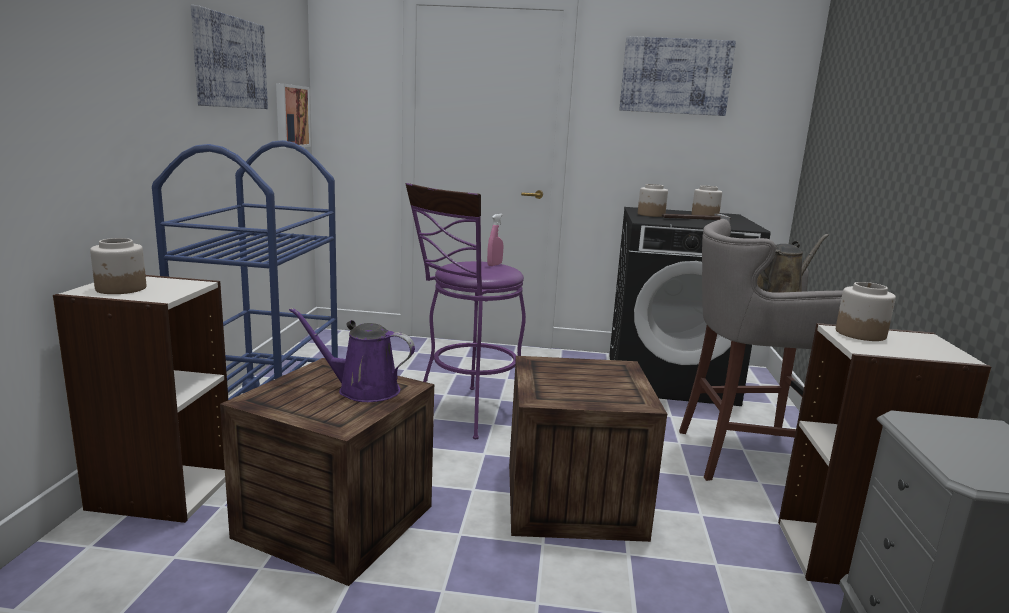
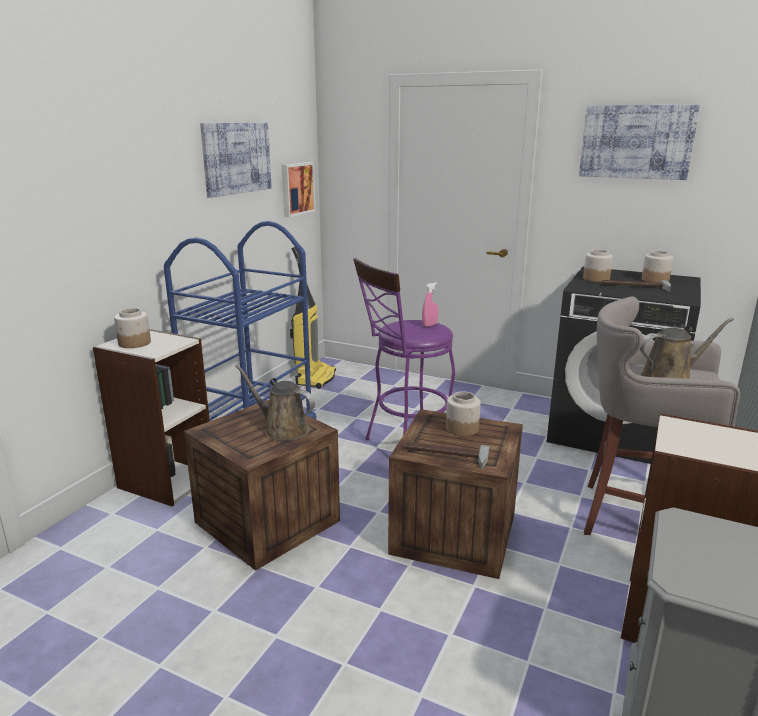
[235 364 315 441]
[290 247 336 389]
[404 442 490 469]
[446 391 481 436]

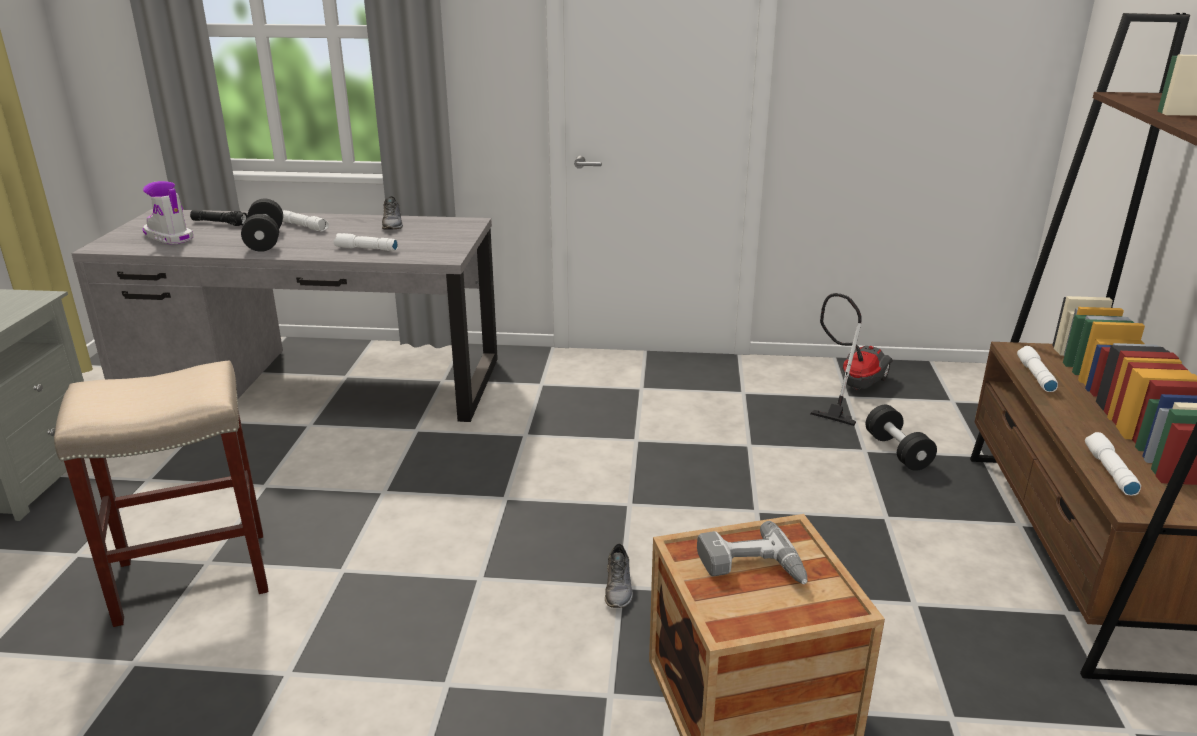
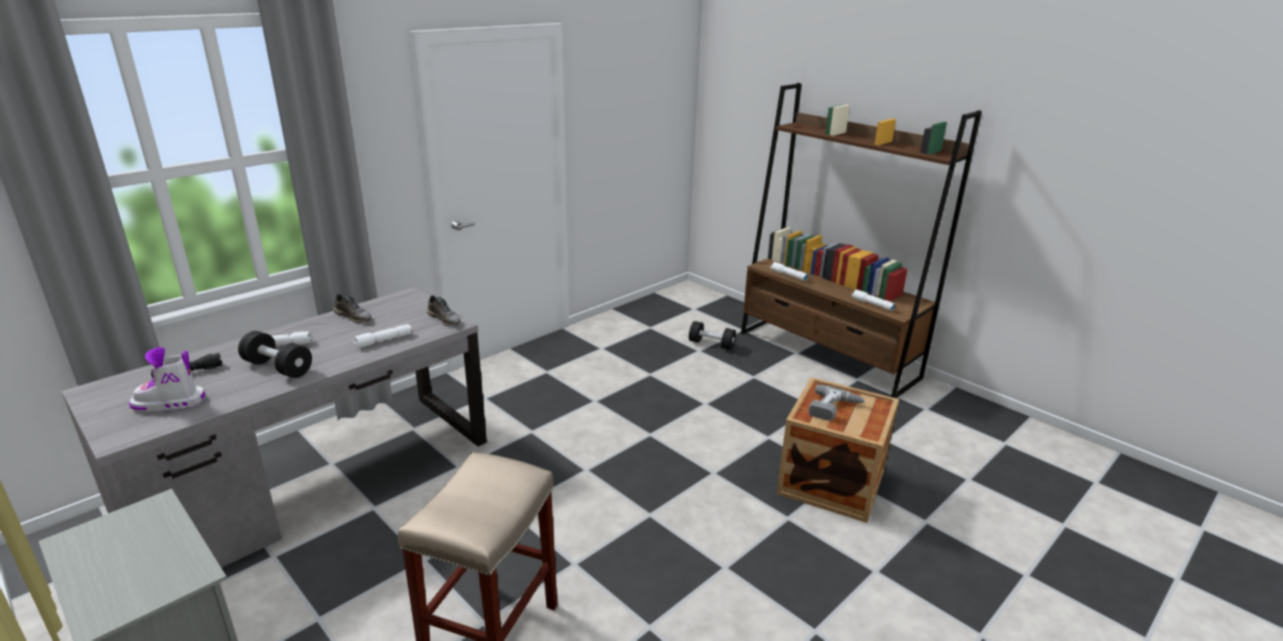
[427 295 461 326]
[810 293 893 426] (first image)

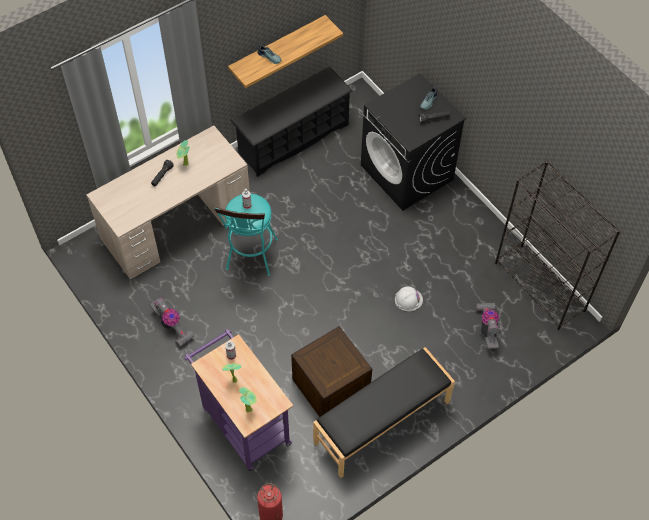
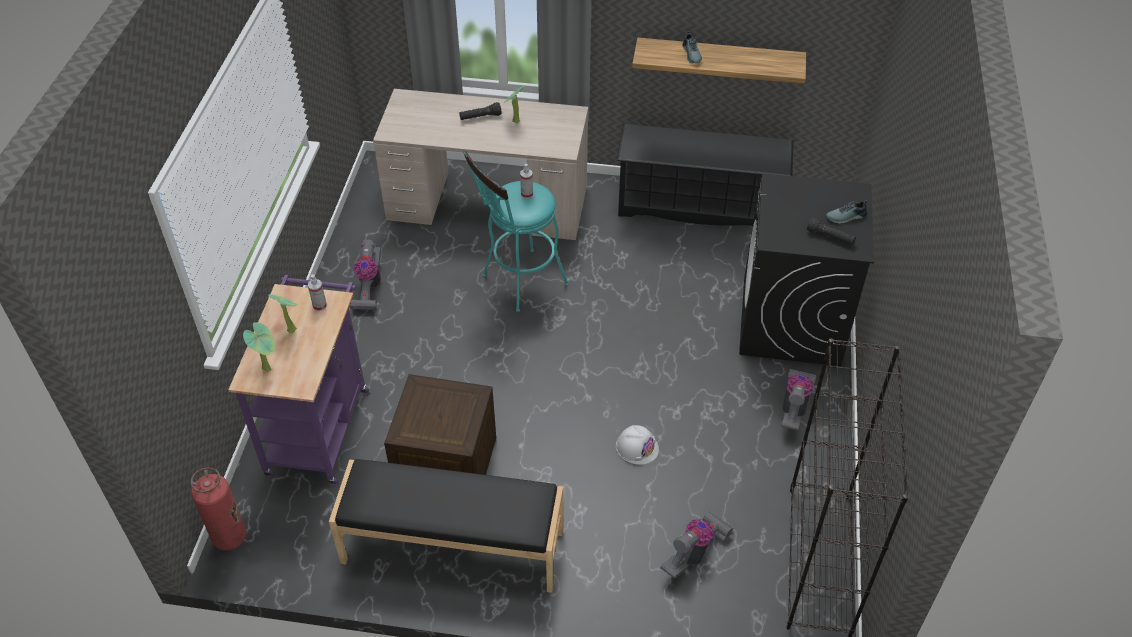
[781 369 817 431]

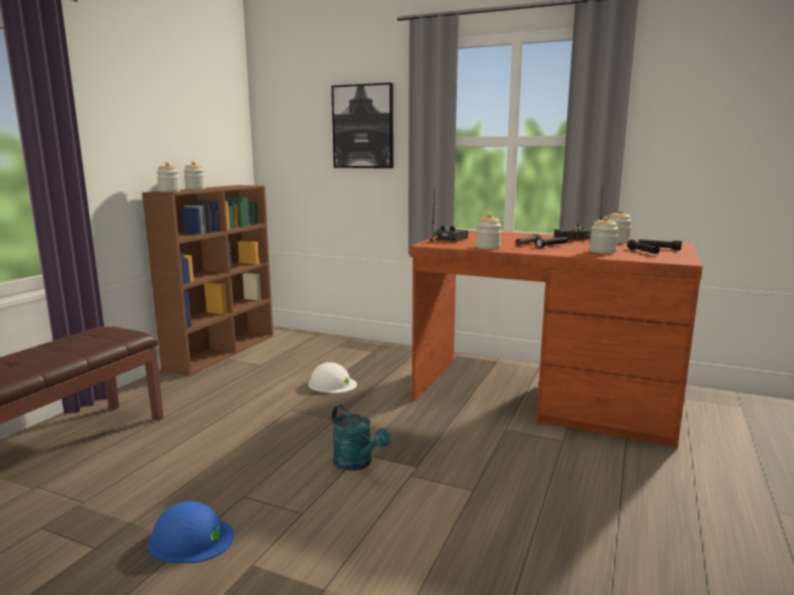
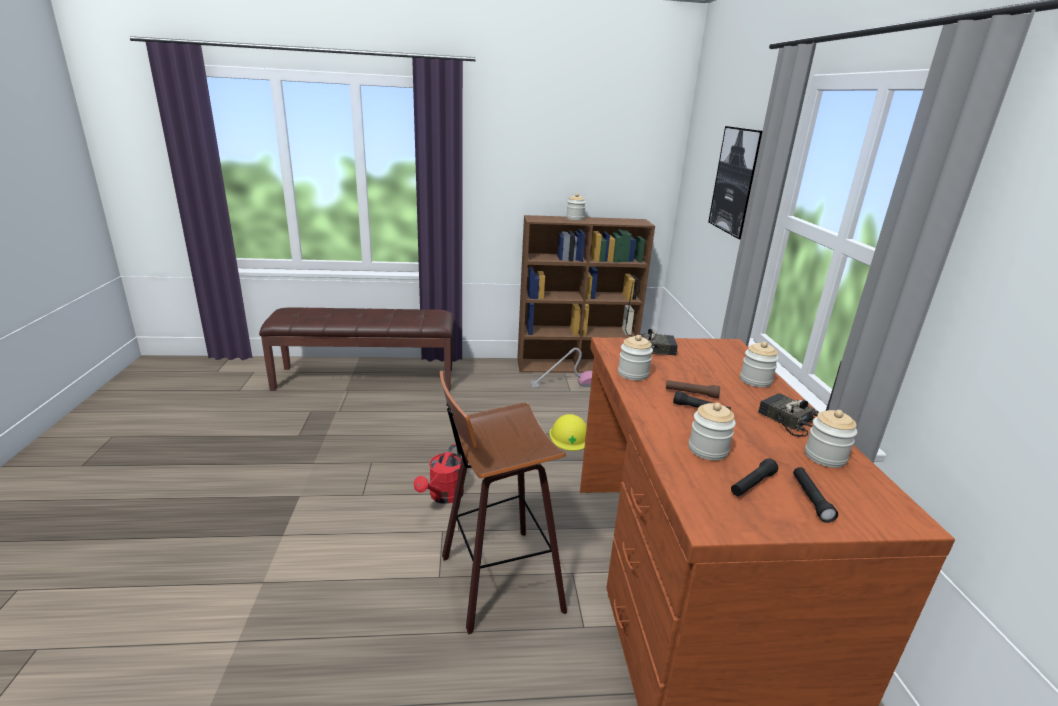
[414 444 464 504]
[440 371 567 634]
[531 348 592 388]
[550 414 587 451]
[740 342 779 387]
[148 501 234 563] (first image)

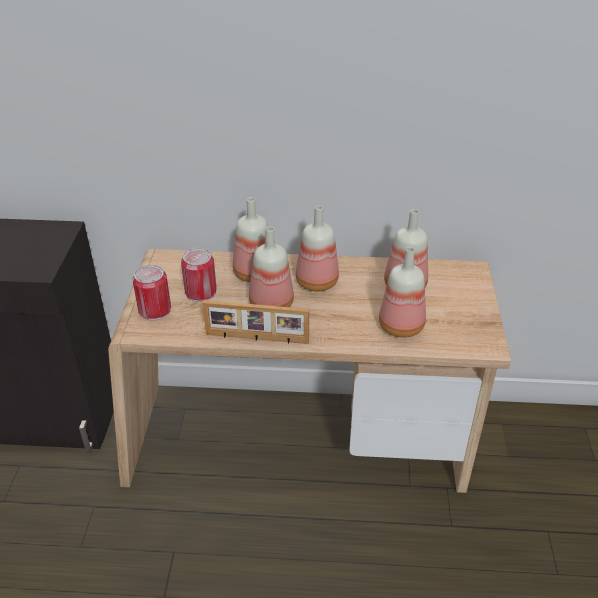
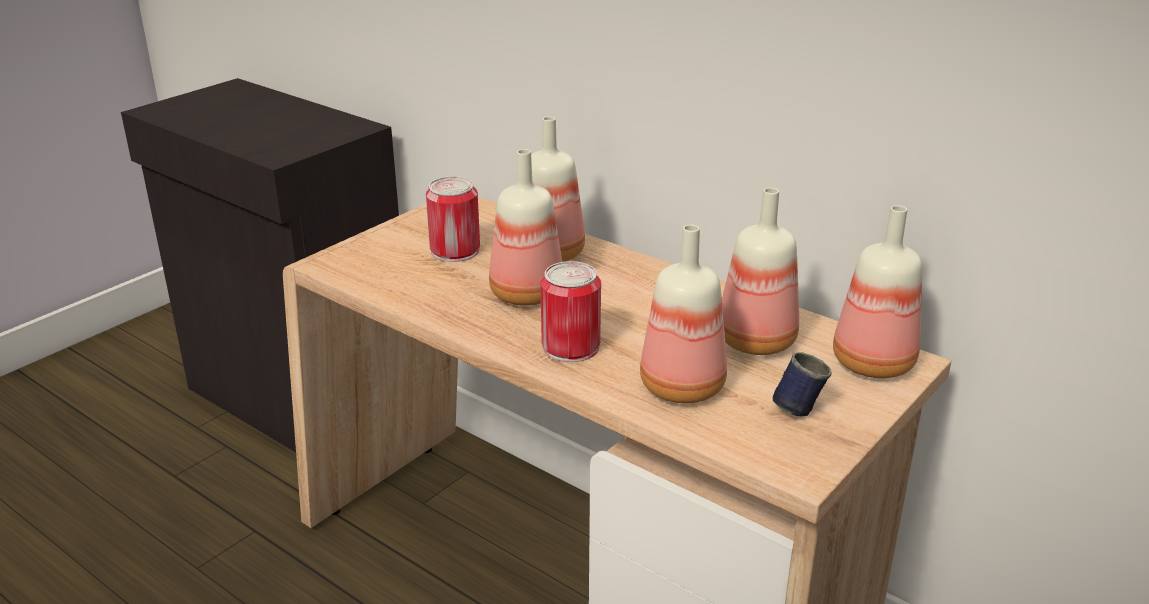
[541 261 601 362]
[773 352 832 417]
[833 205 922 378]
[202 300 309 344] (first image)

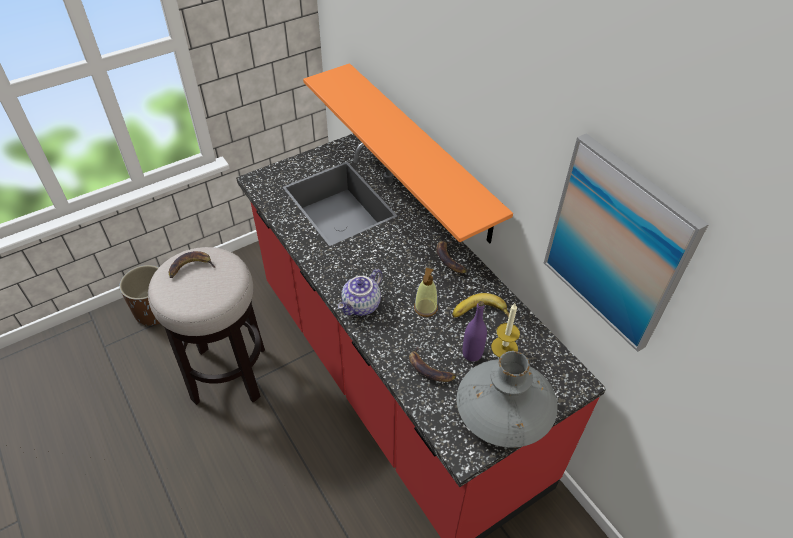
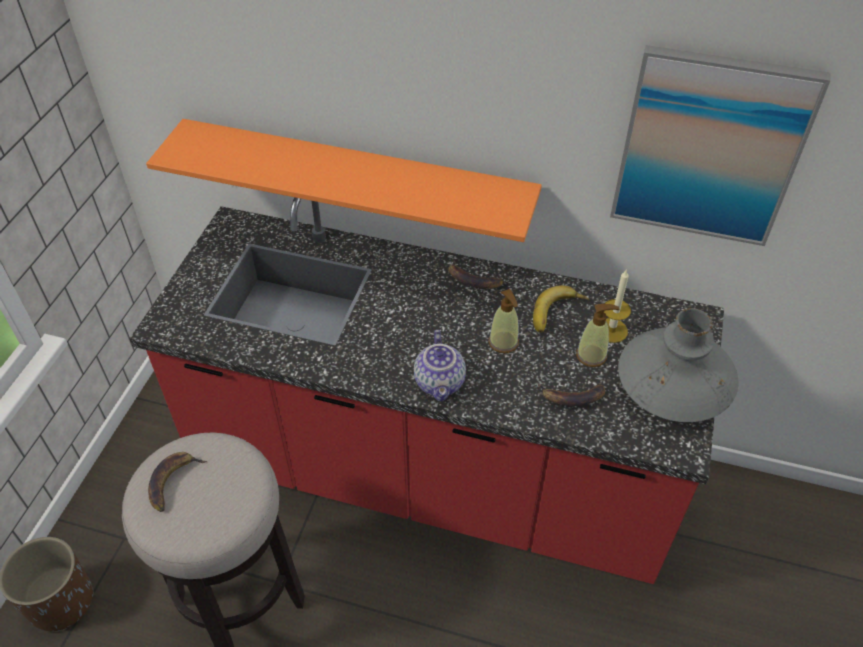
[576 304 619 367]

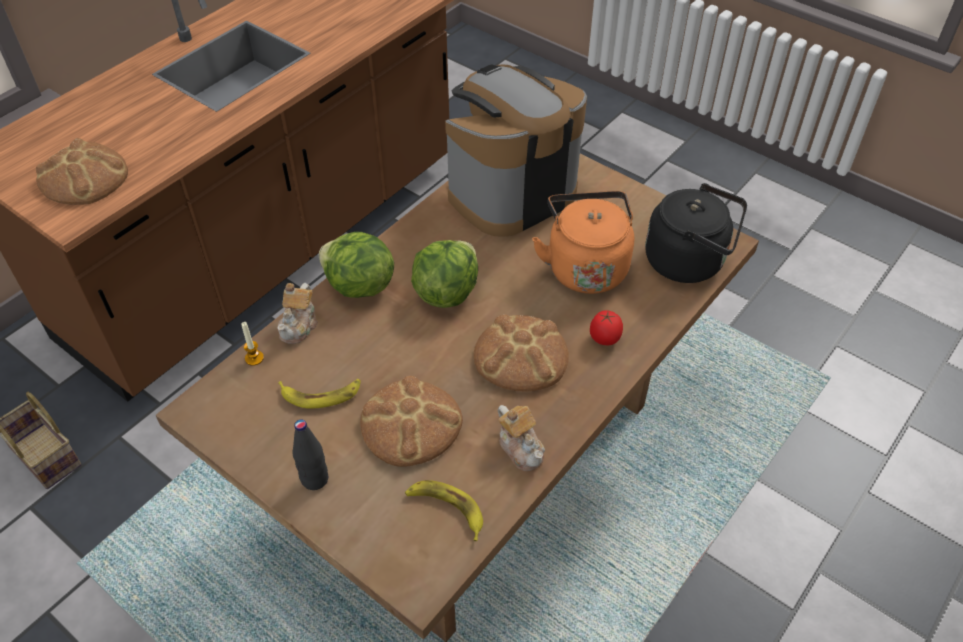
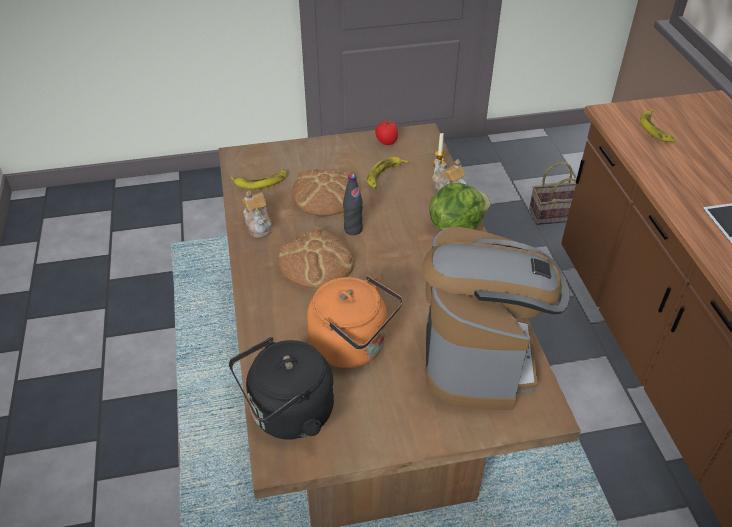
[242 191 272 238]
[343 174 363 235]
[375 121 398 145]
[640 109 676 142]
[411 240 478 308] (first image)

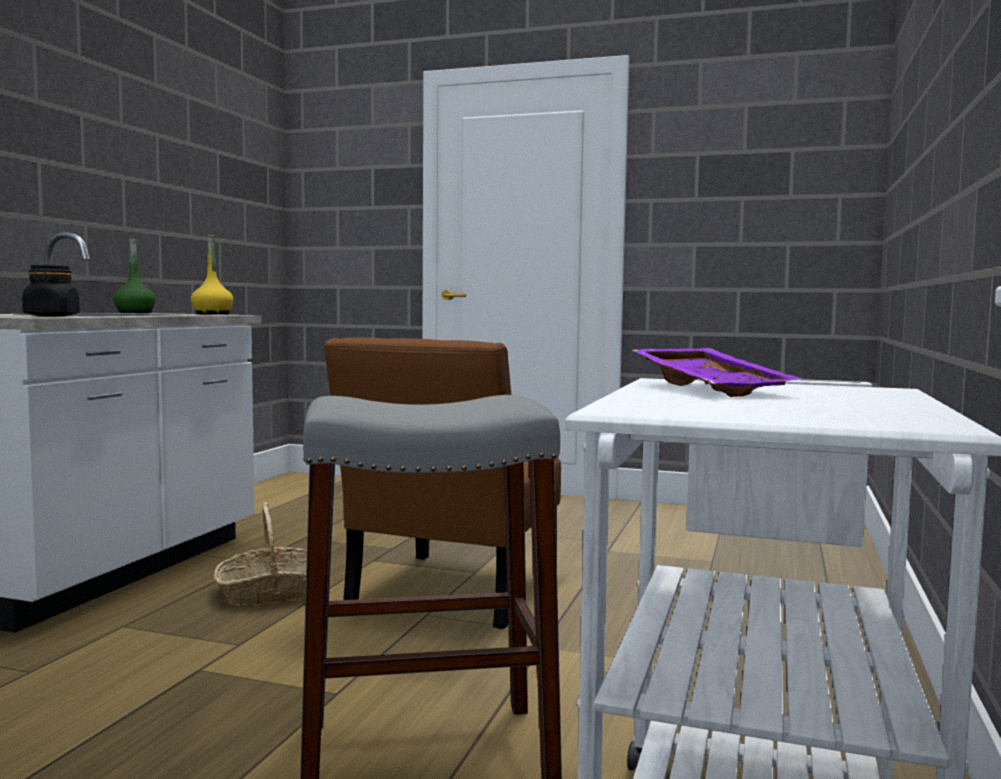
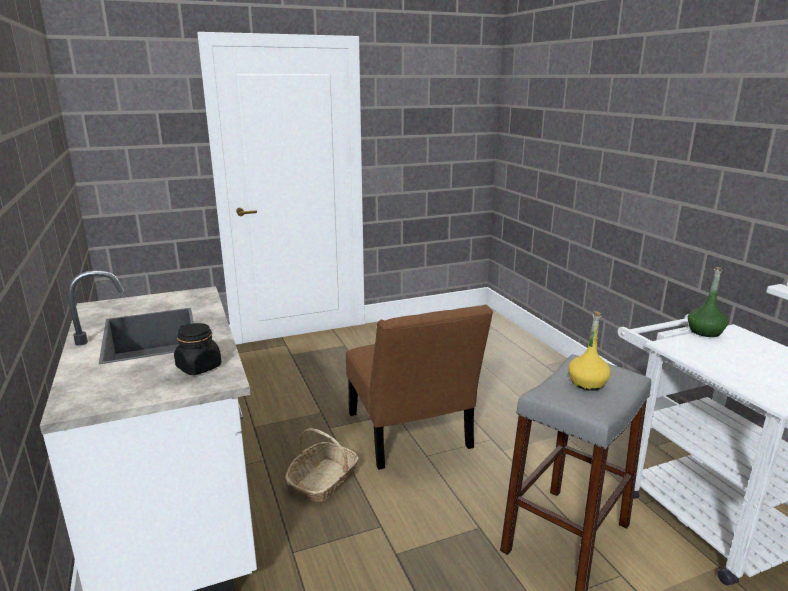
[568 311 611 391]
[688 267 728 337]
[632 348 803 397] (first image)

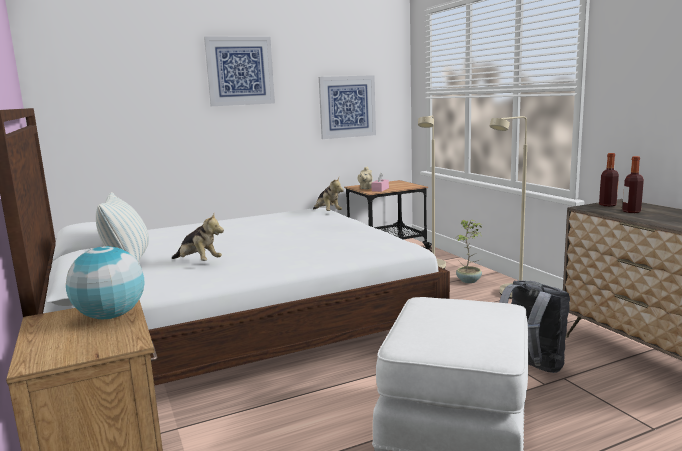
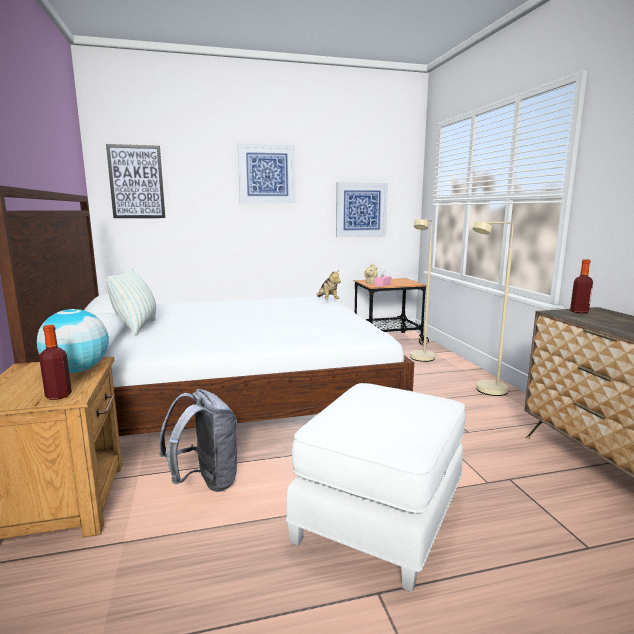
[39 325 72 400]
[106 144 165 218]
[159 389 238 492]
[172 214 224 261] (first image)
[456 220 482 283] (first image)

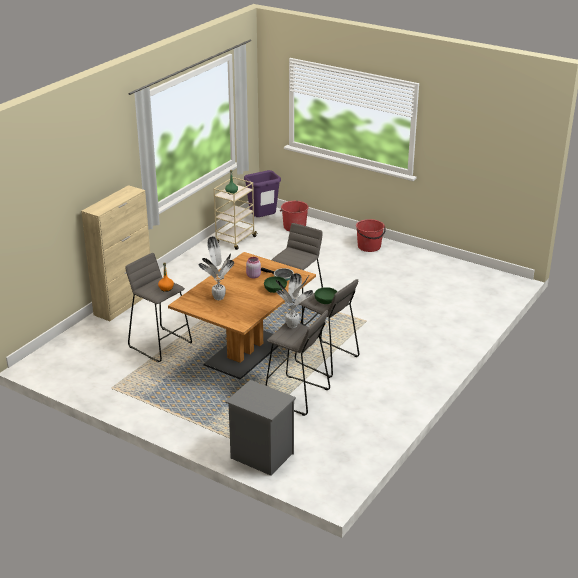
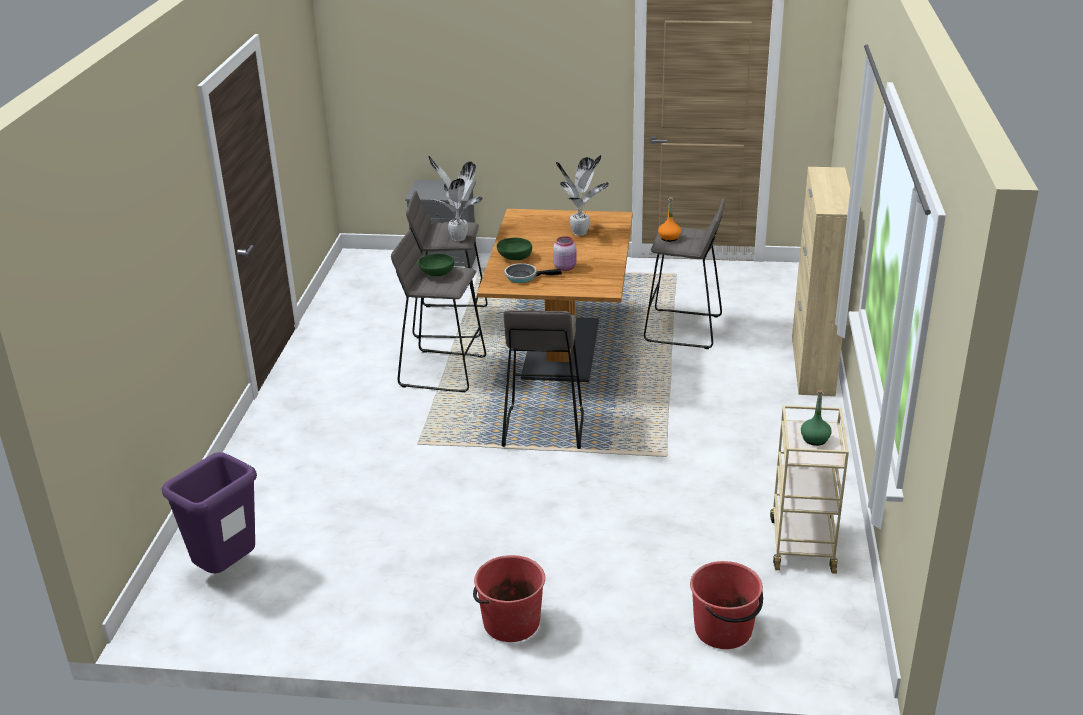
[161 452 257 573]

